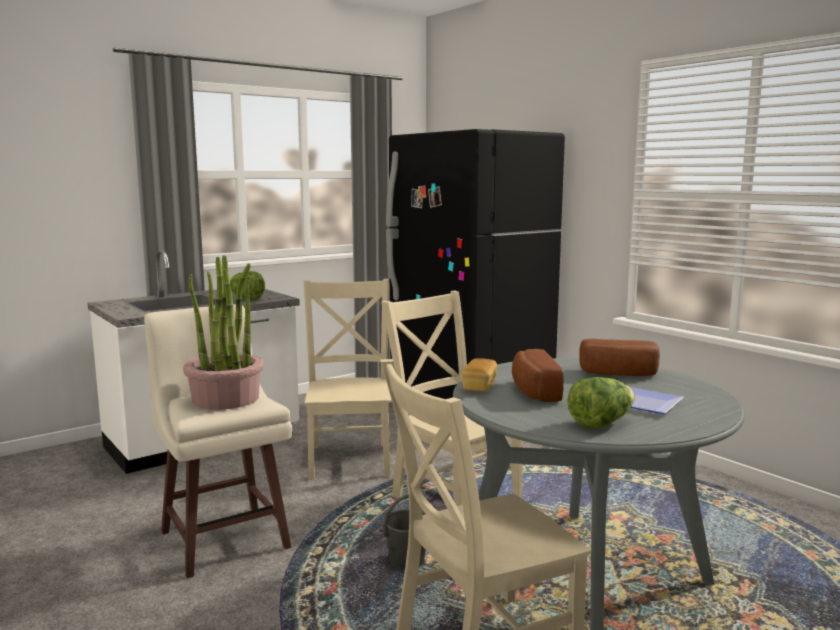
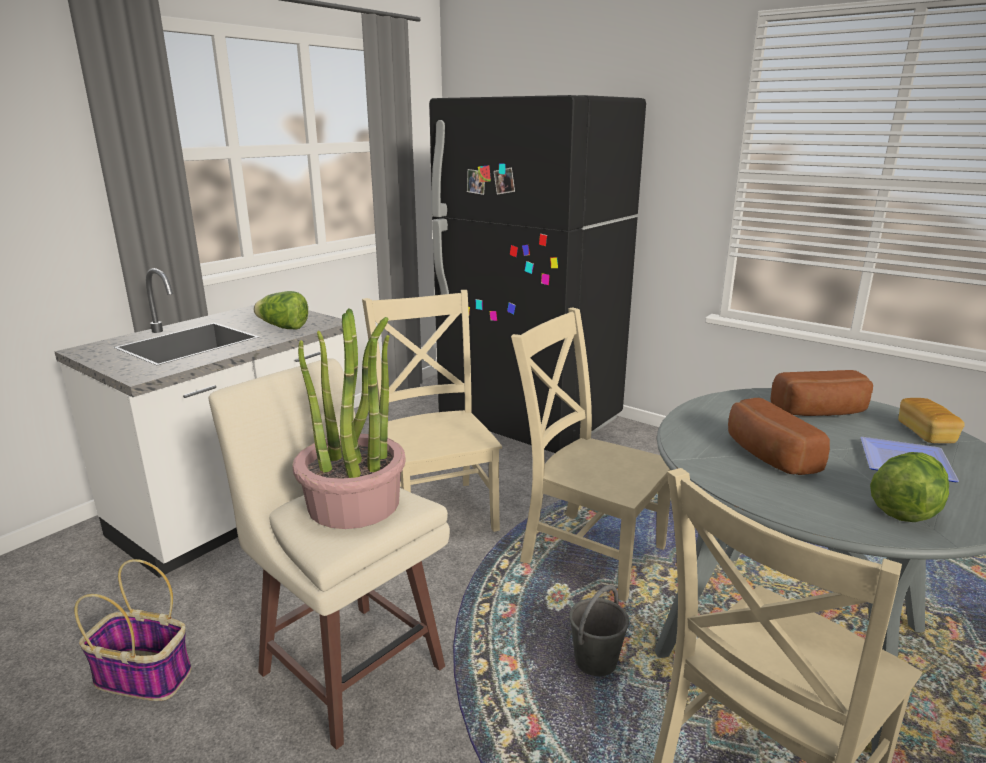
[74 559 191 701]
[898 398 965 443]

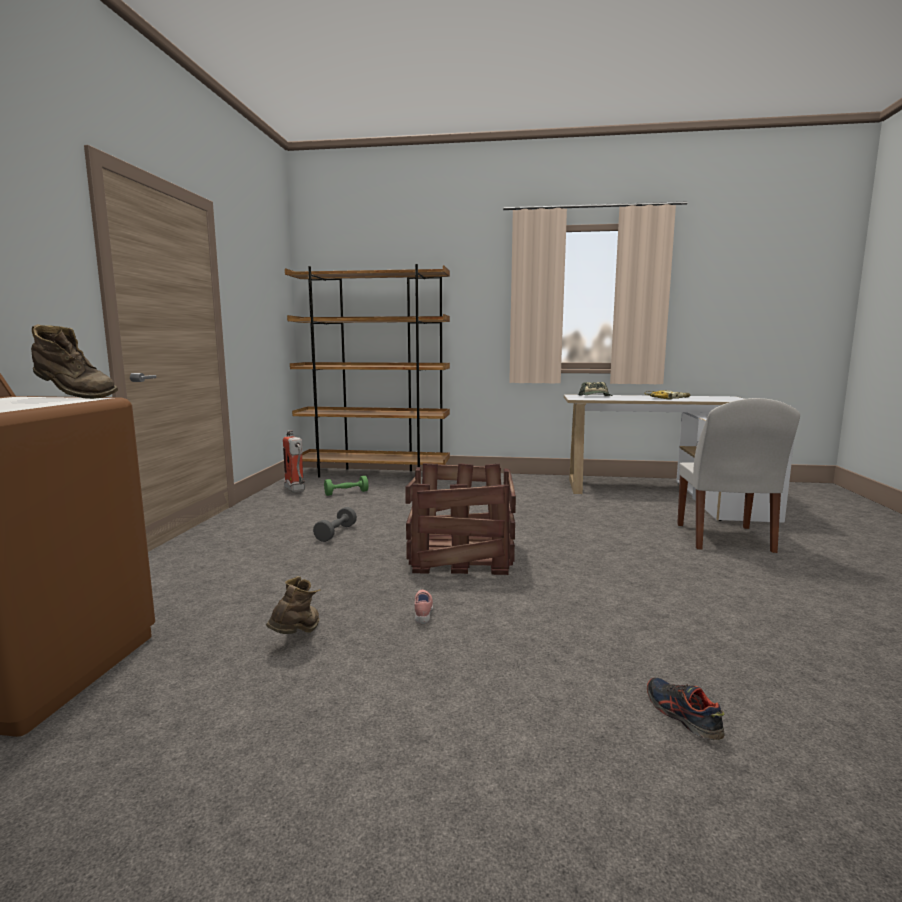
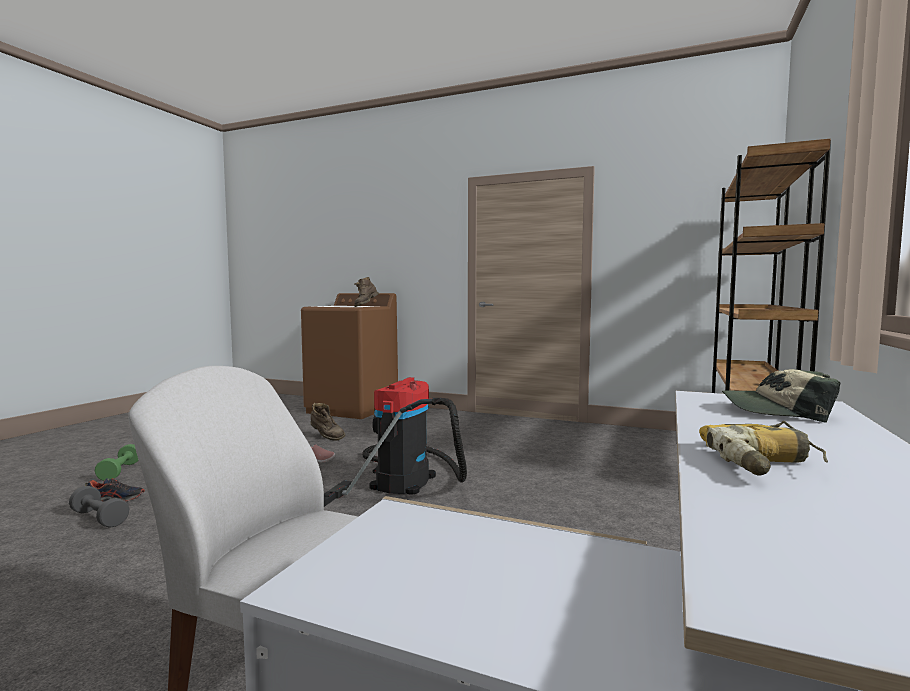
[69 486 130 528]
[95 444 139 481]
[324 377 467 507]
[283 430 305 492] (first image)

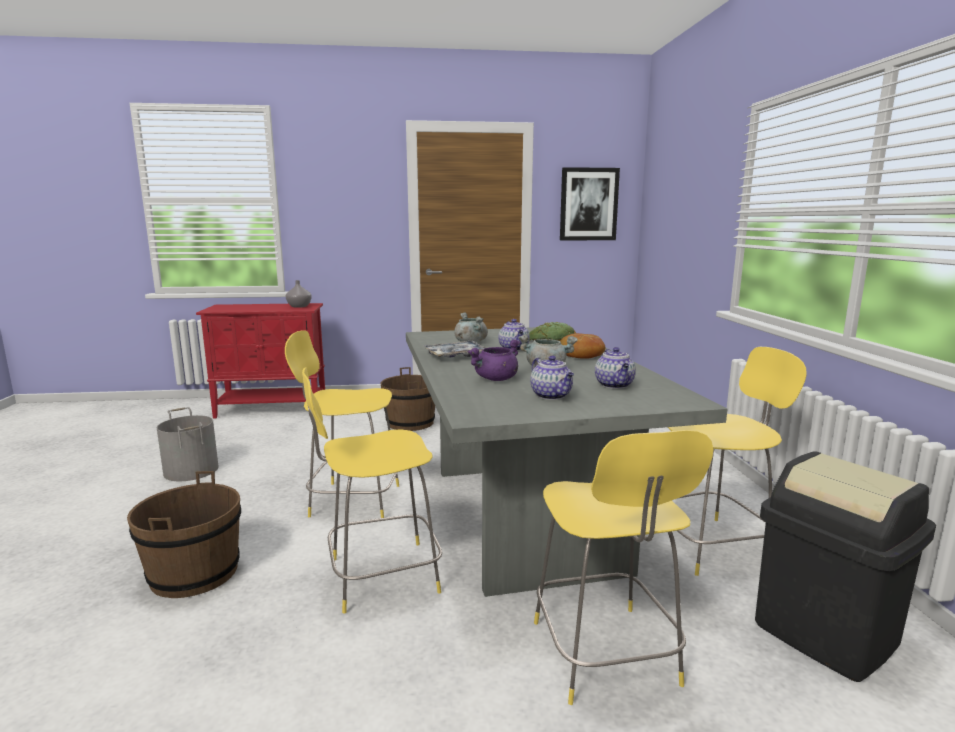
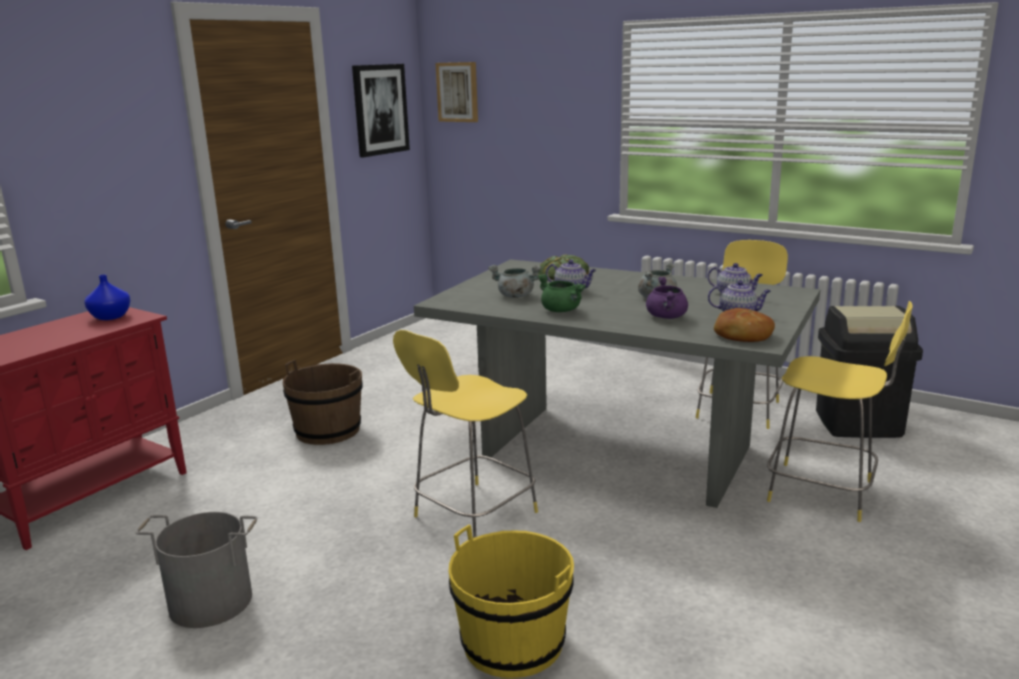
[84 275 130 320]
[435 62 478 122]
[449 525 574 678]
[537 274 586 312]
[714 308 775 342]
[302 367 442 613] (first image)

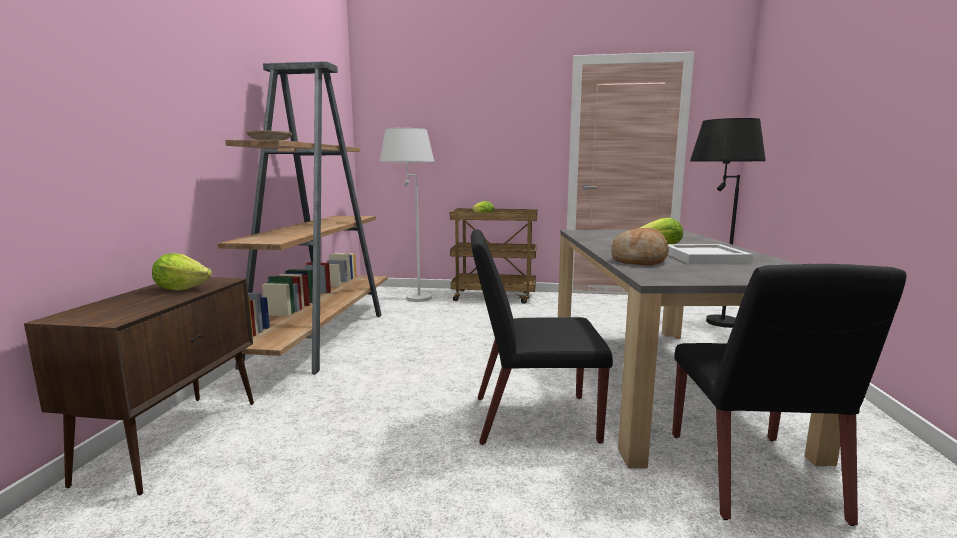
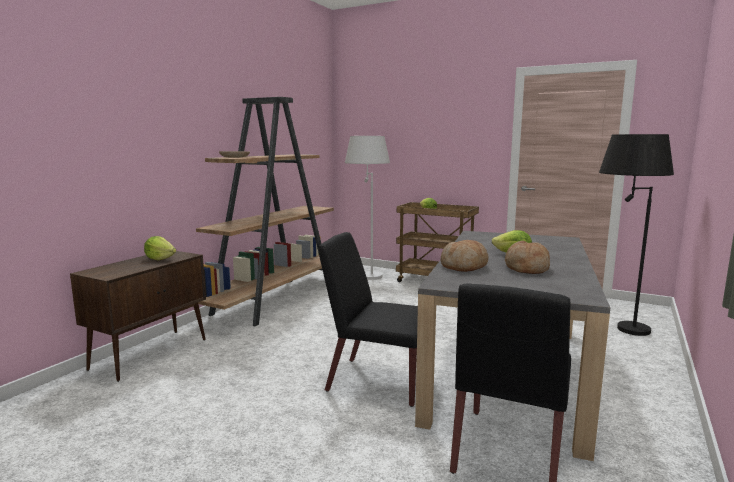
[505 241 550 274]

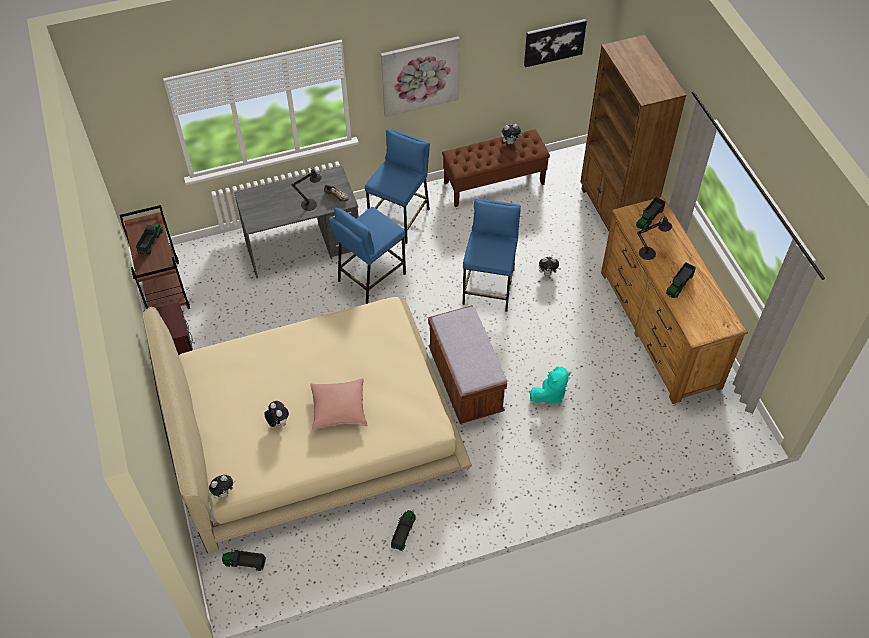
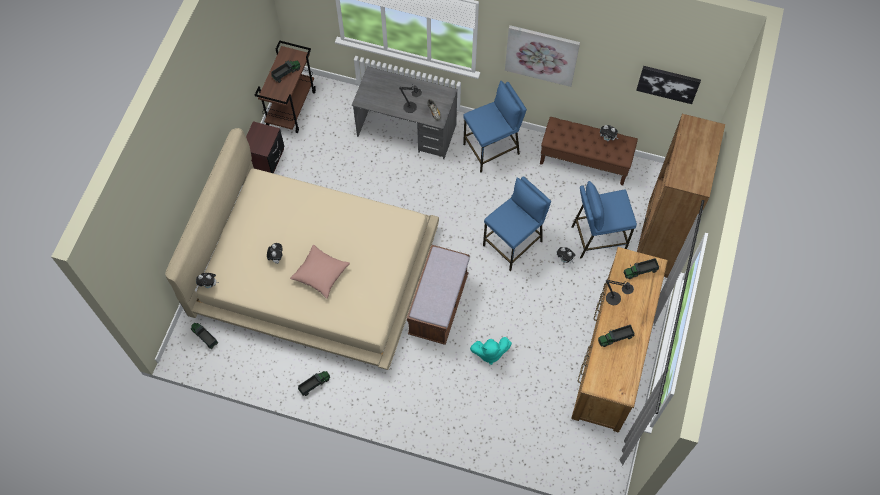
[571 181 637 259]

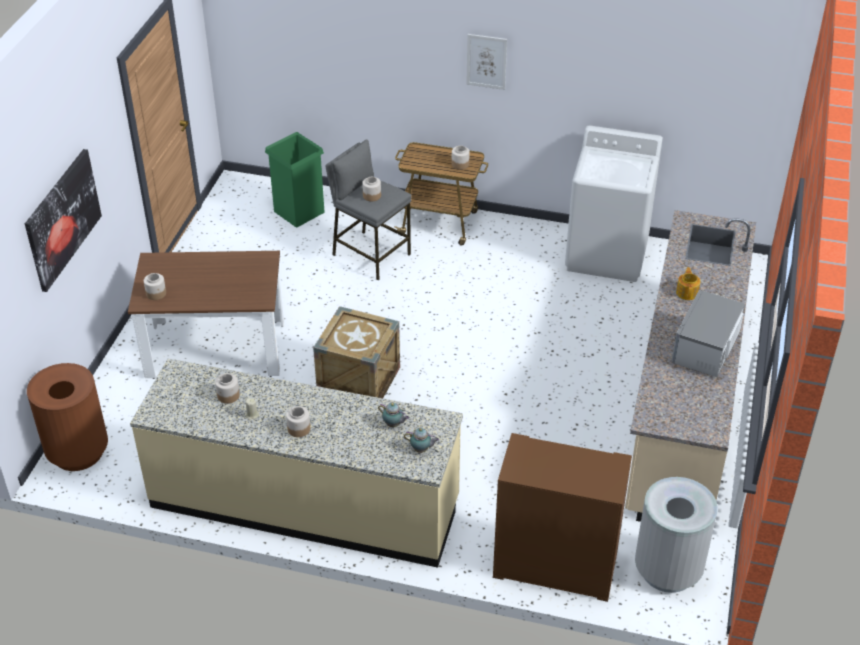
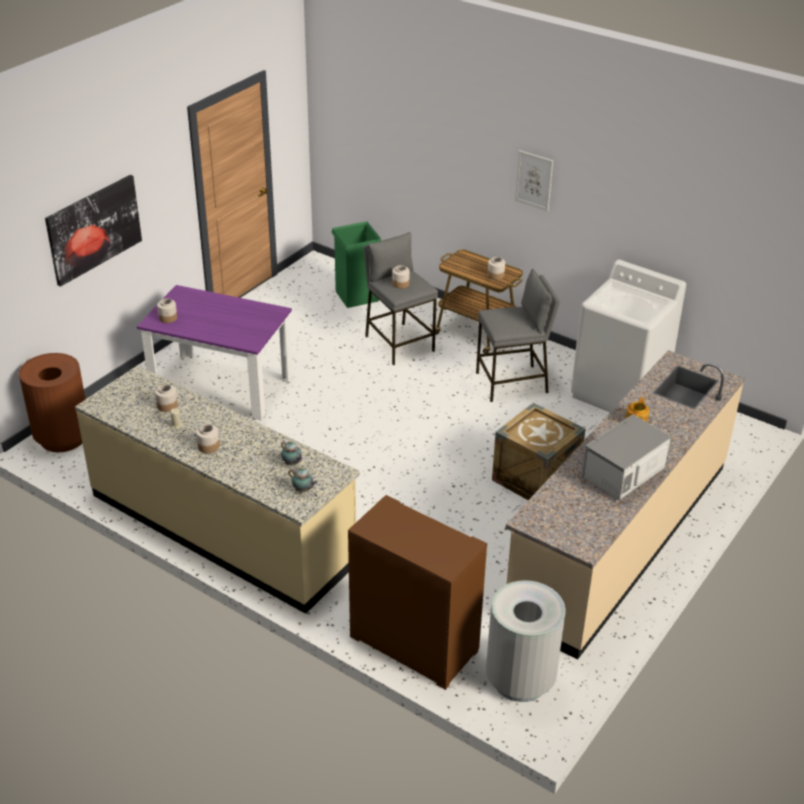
[137 285 292 421]
[476 269 560 402]
[492 403 586 500]

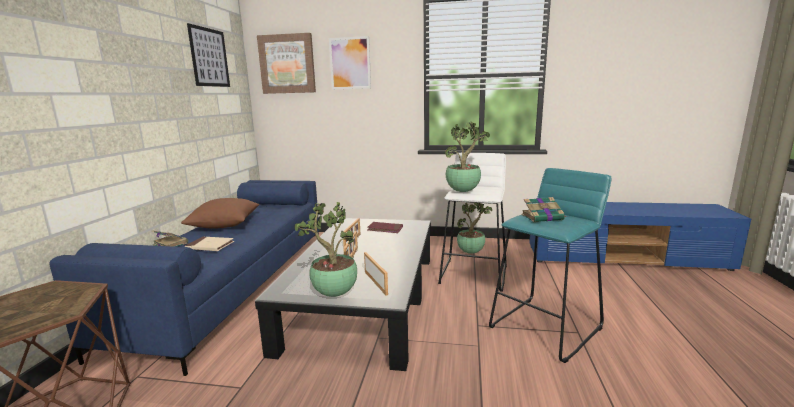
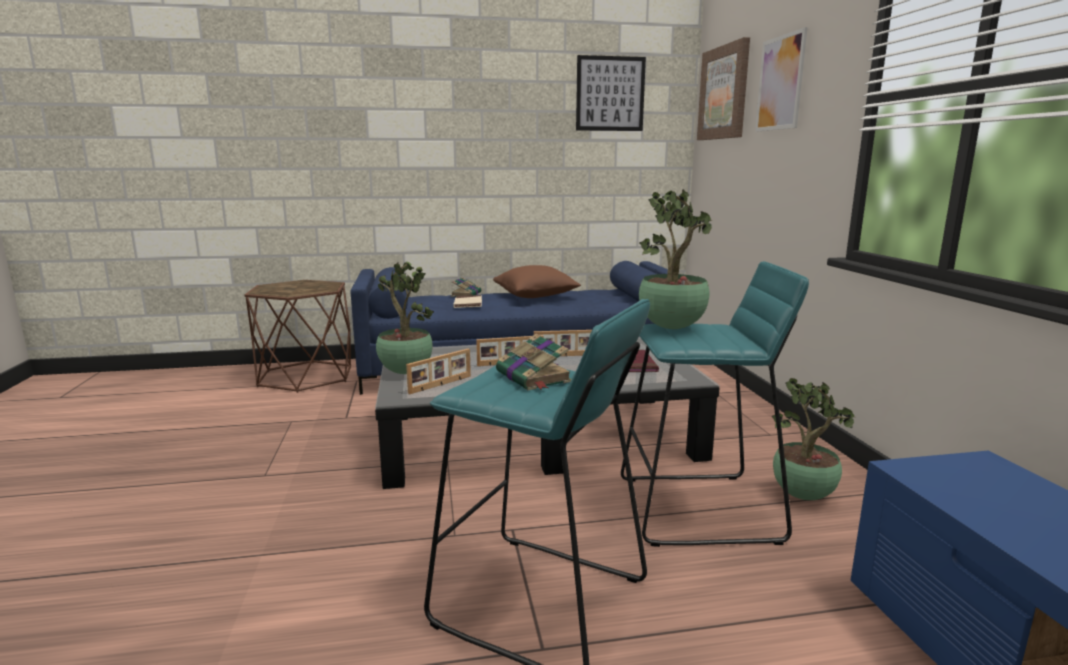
[621 261 809 547]

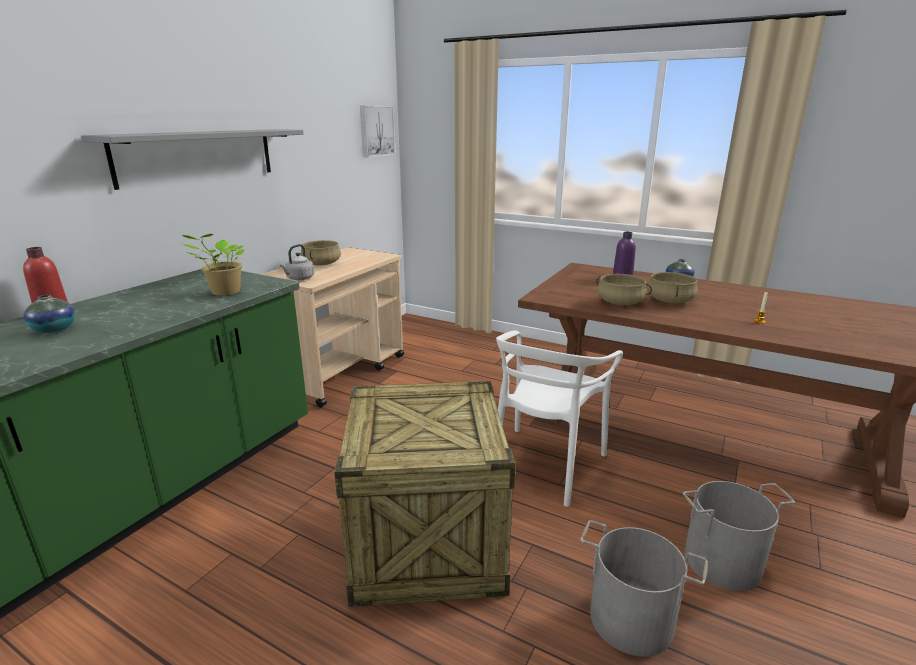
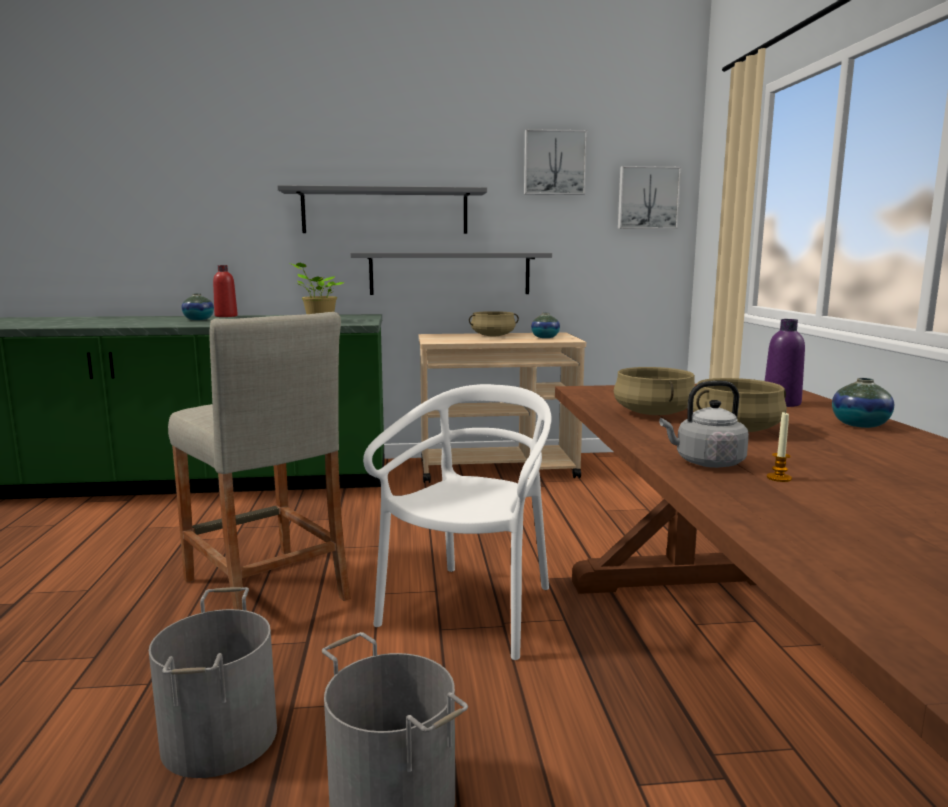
[168 312 351 610]
[350 253 552 295]
[363 384 552 660]
[524 129 587 195]
[531 313 560 338]
[659 381 749 468]

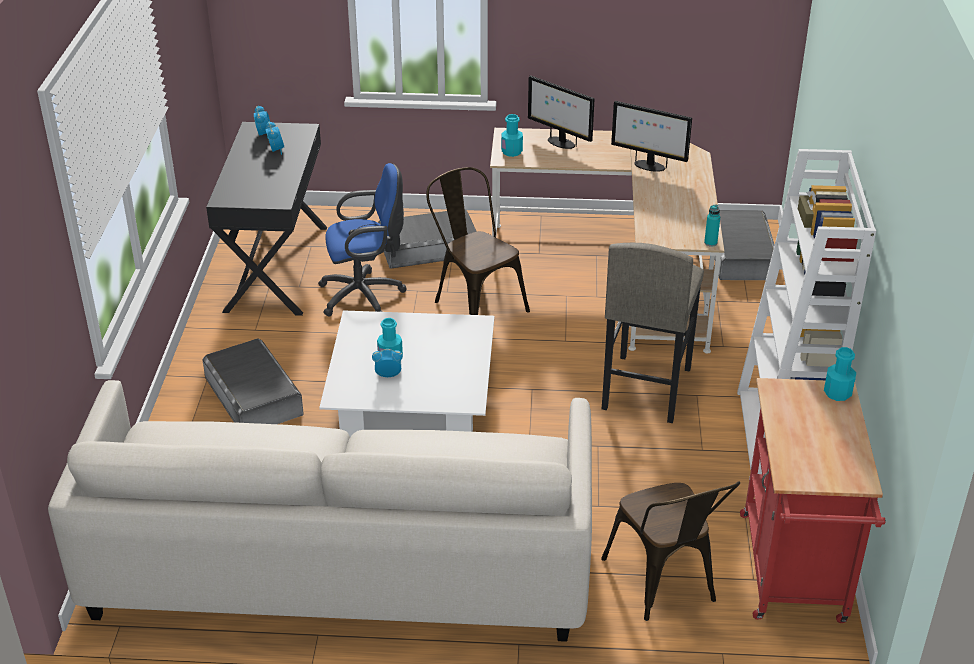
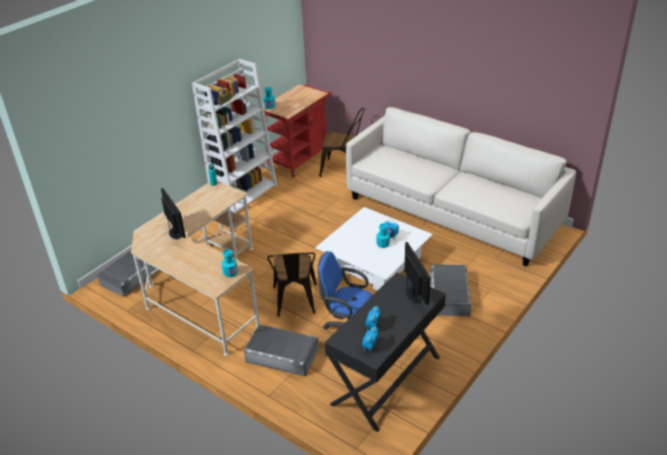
[319 108 365 177]
[404 242 431 305]
[602 243 704 423] (first image)

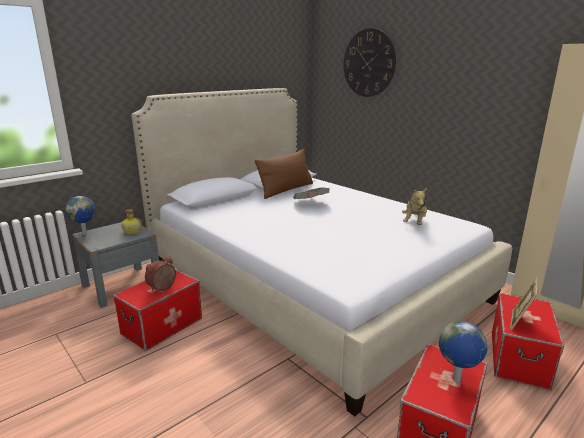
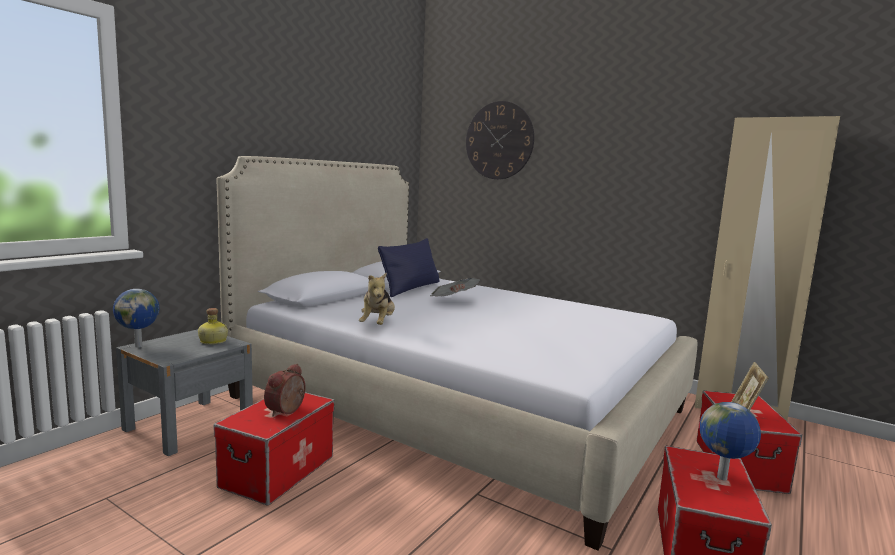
[359 272 395 325]
[378 238 439 297]

